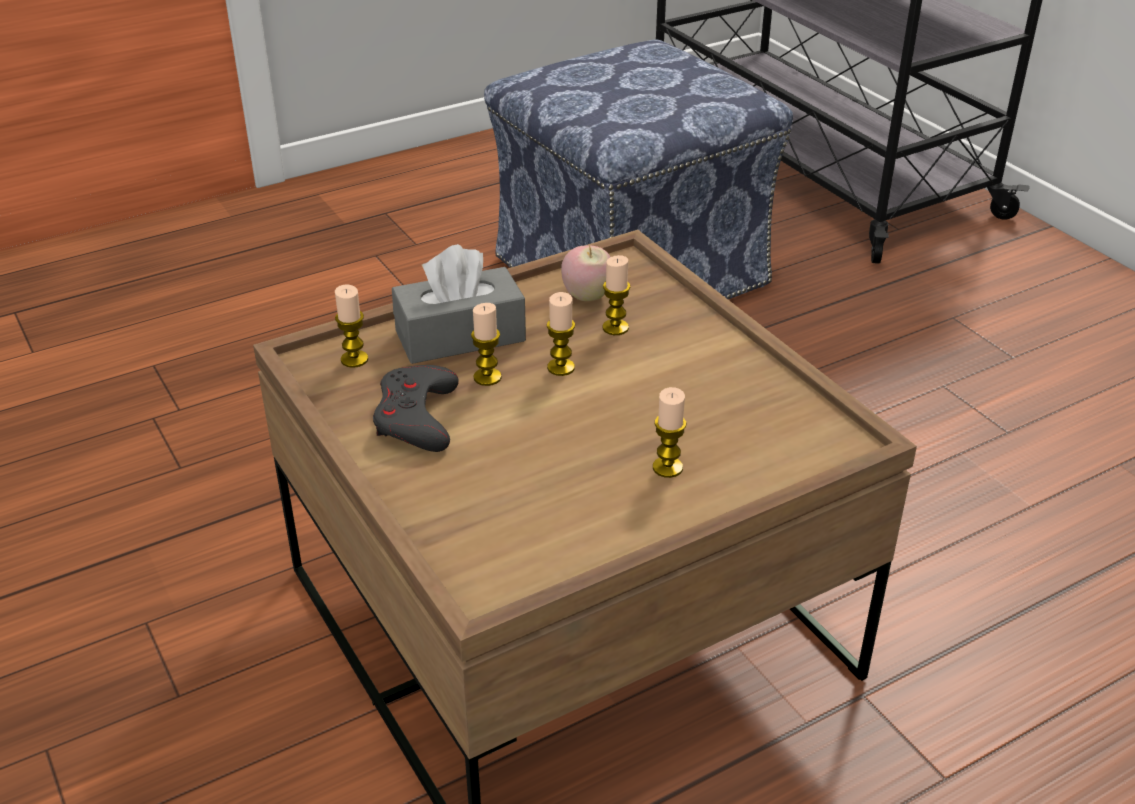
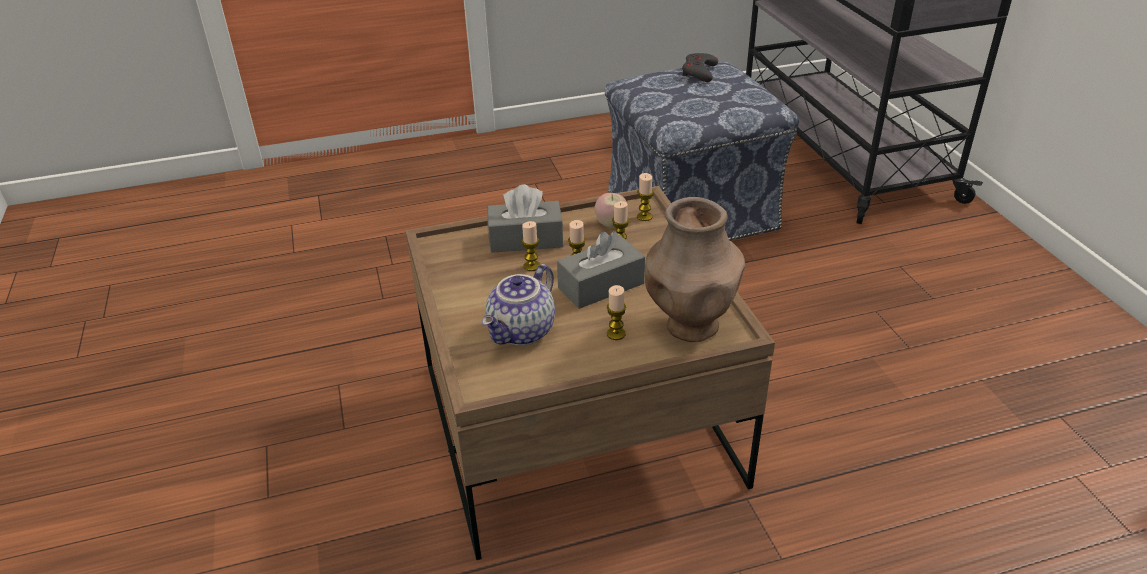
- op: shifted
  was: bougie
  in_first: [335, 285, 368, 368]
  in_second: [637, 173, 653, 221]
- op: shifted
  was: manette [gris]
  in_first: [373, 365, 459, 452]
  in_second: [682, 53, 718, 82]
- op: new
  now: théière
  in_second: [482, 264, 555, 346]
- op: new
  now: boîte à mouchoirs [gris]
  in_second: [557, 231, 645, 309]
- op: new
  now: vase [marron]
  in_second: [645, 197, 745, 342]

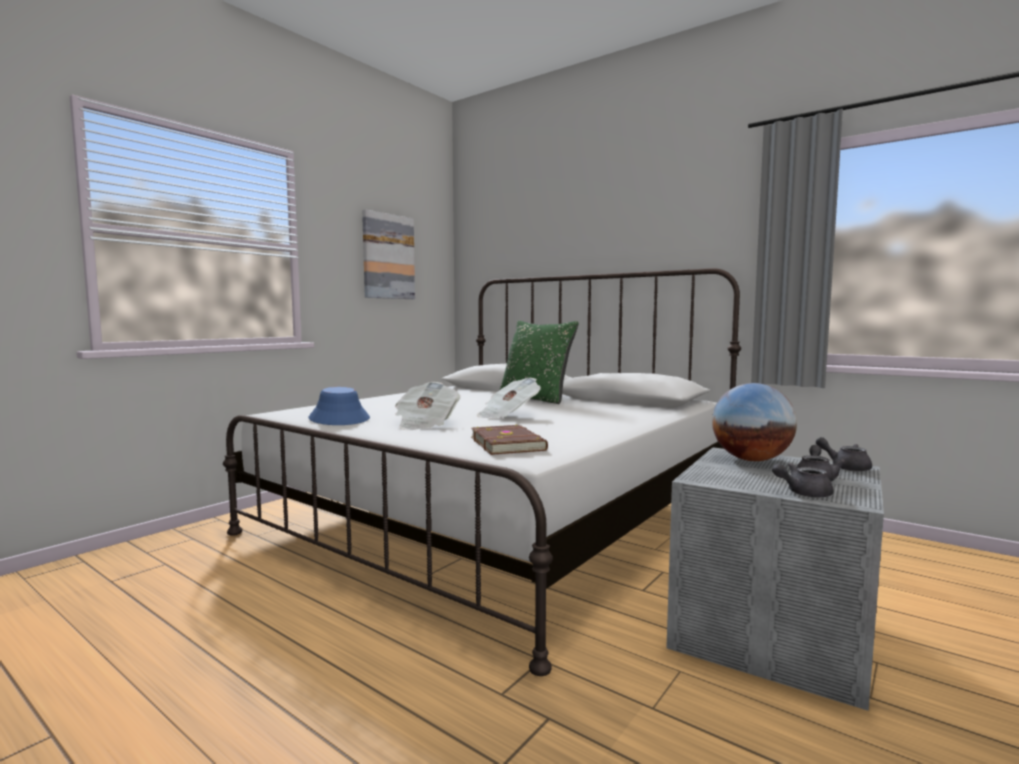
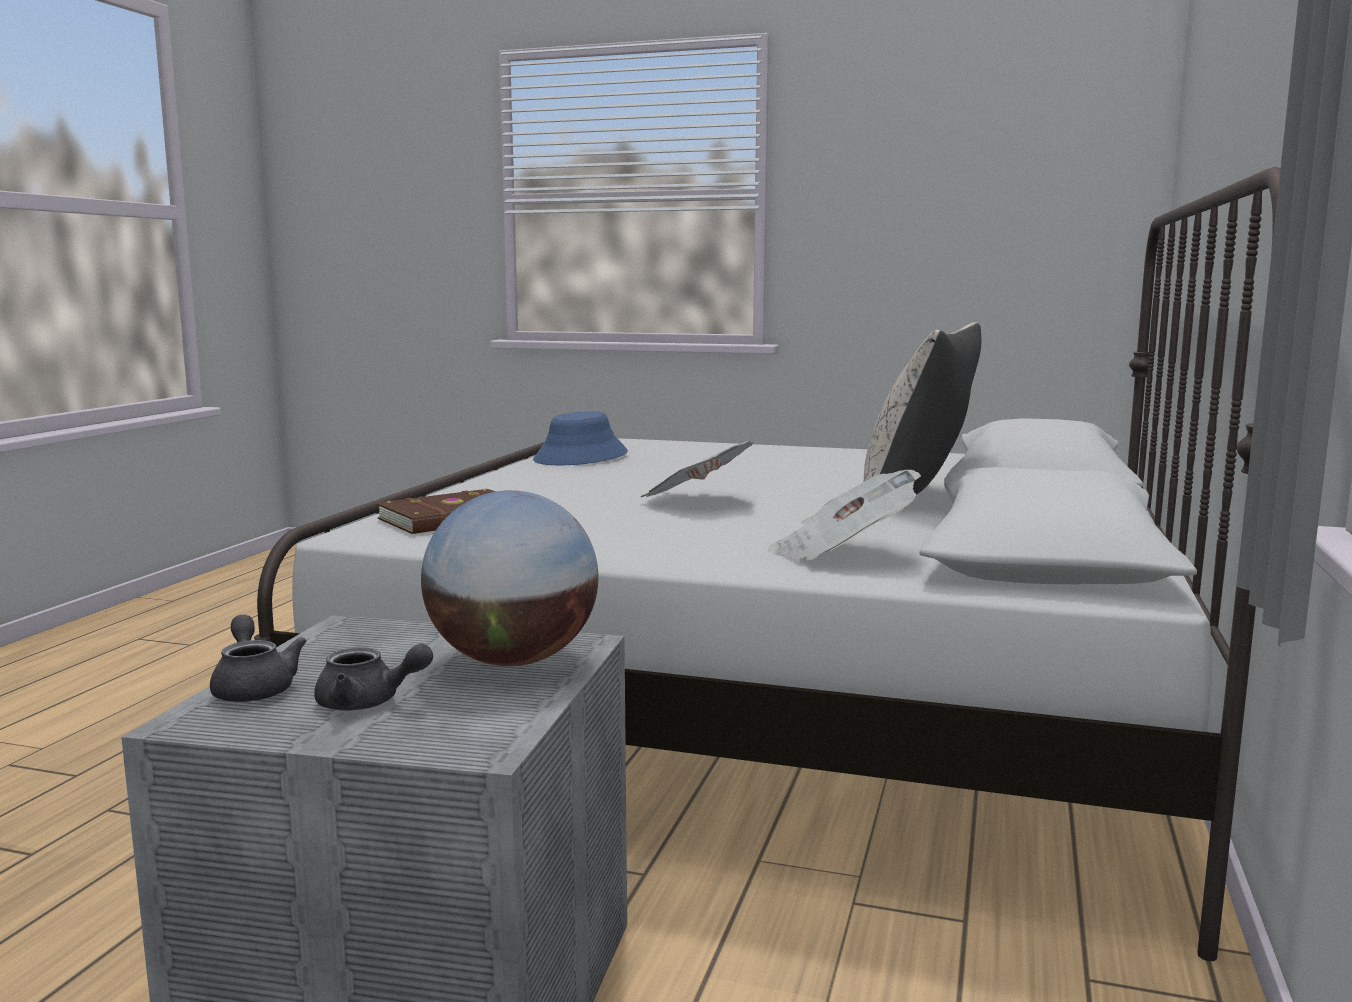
- op: gone
  was: tableau
  in_first: [362, 209, 415, 299]
- op: shifted
  was: journal
  in_first: [395, 382, 460, 430]
  in_second: [768, 470, 921, 561]
- op: repainted
  was: coussin [vert]
  now: coussin [beige]
  in_first: [499, 320, 579, 404]
  in_second: [864, 322, 981, 495]
- op: gone
  was: théière [gris]
  in_first: [816, 437, 872, 472]

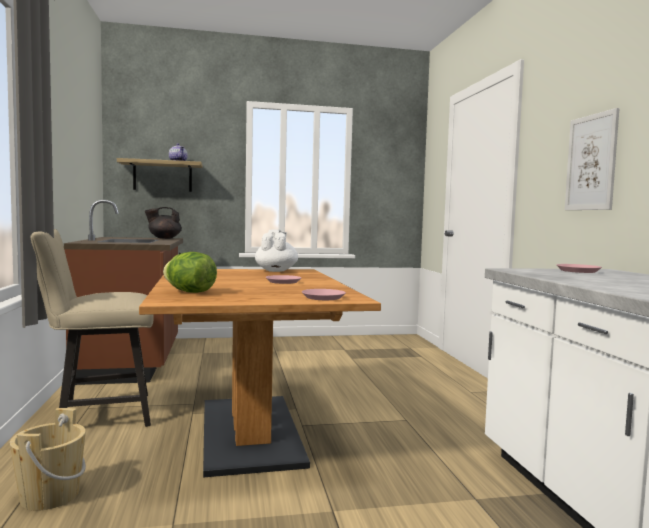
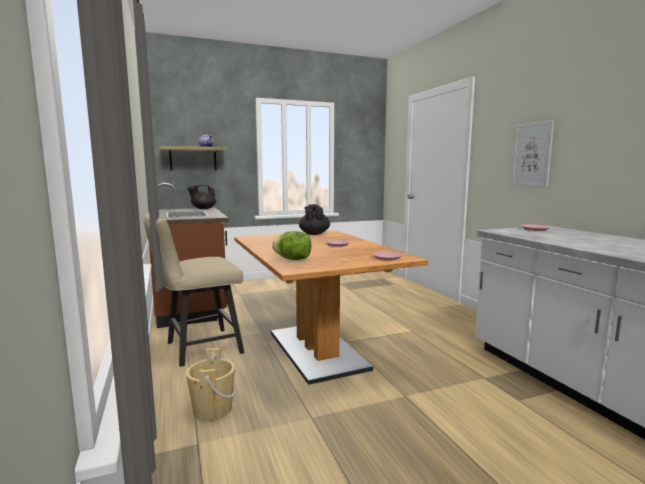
- op: repainted
  was: théière [blanc]
  now: théière [noir]
  in_first: [255, 229, 298, 272]
  in_second: [299, 204, 330, 235]

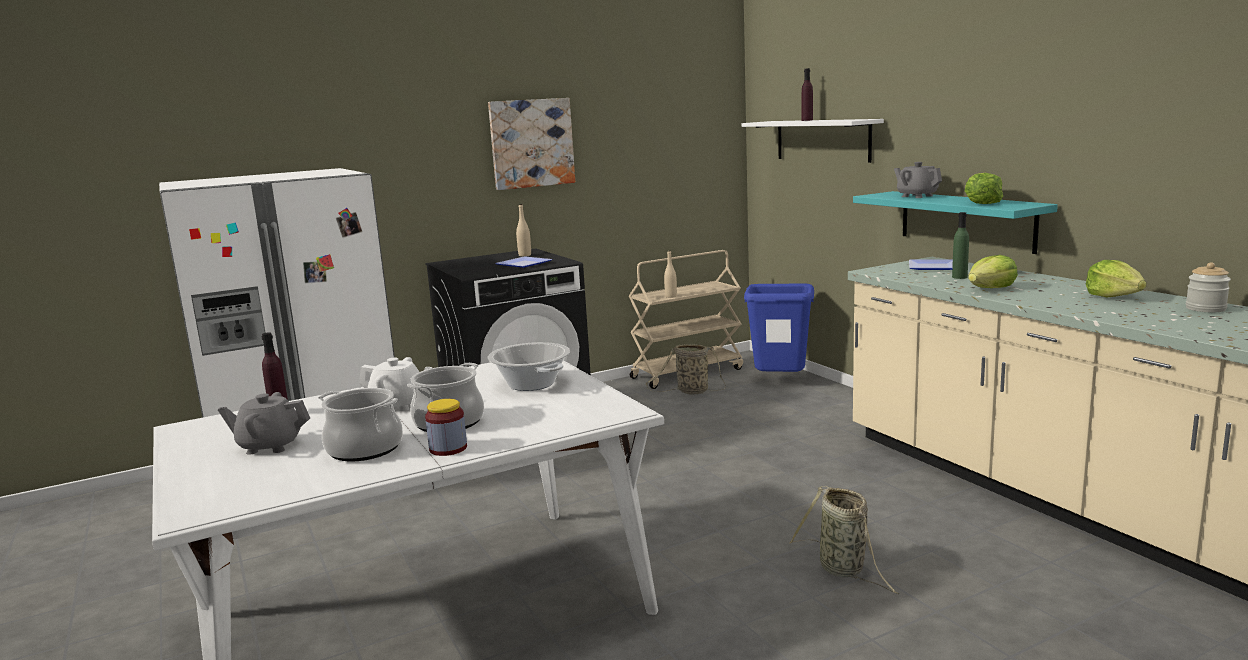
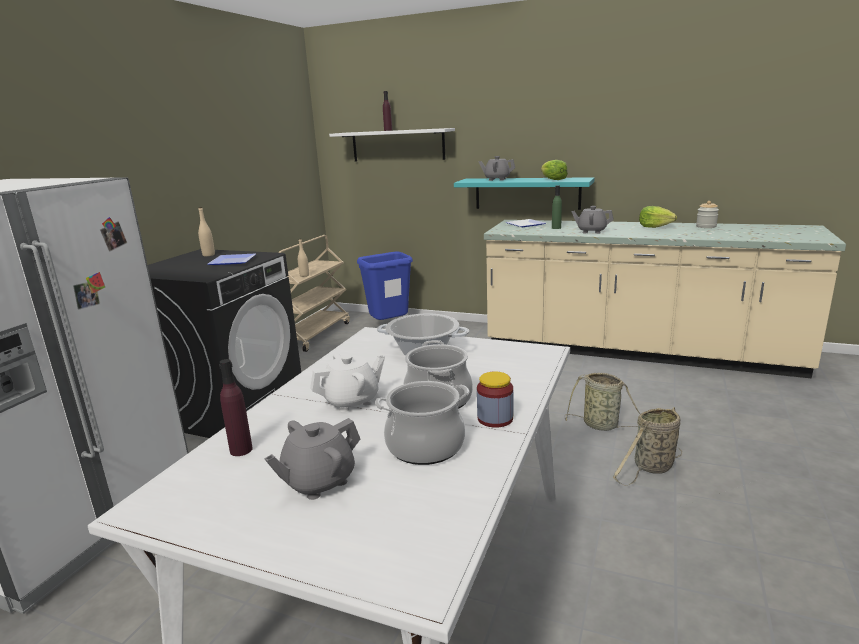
- op: gone
  was: tableau
  in_first: [488, 98, 575, 190]
- op: shifted
  was: panier
  in_first: [646, 344, 726, 395]
  in_second: [613, 407, 682, 486]
- op: swapped
  was: laitue
  now: théière [gris]
  in_first: [968, 255, 1018, 288]
  in_second: [571, 206, 614, 234]

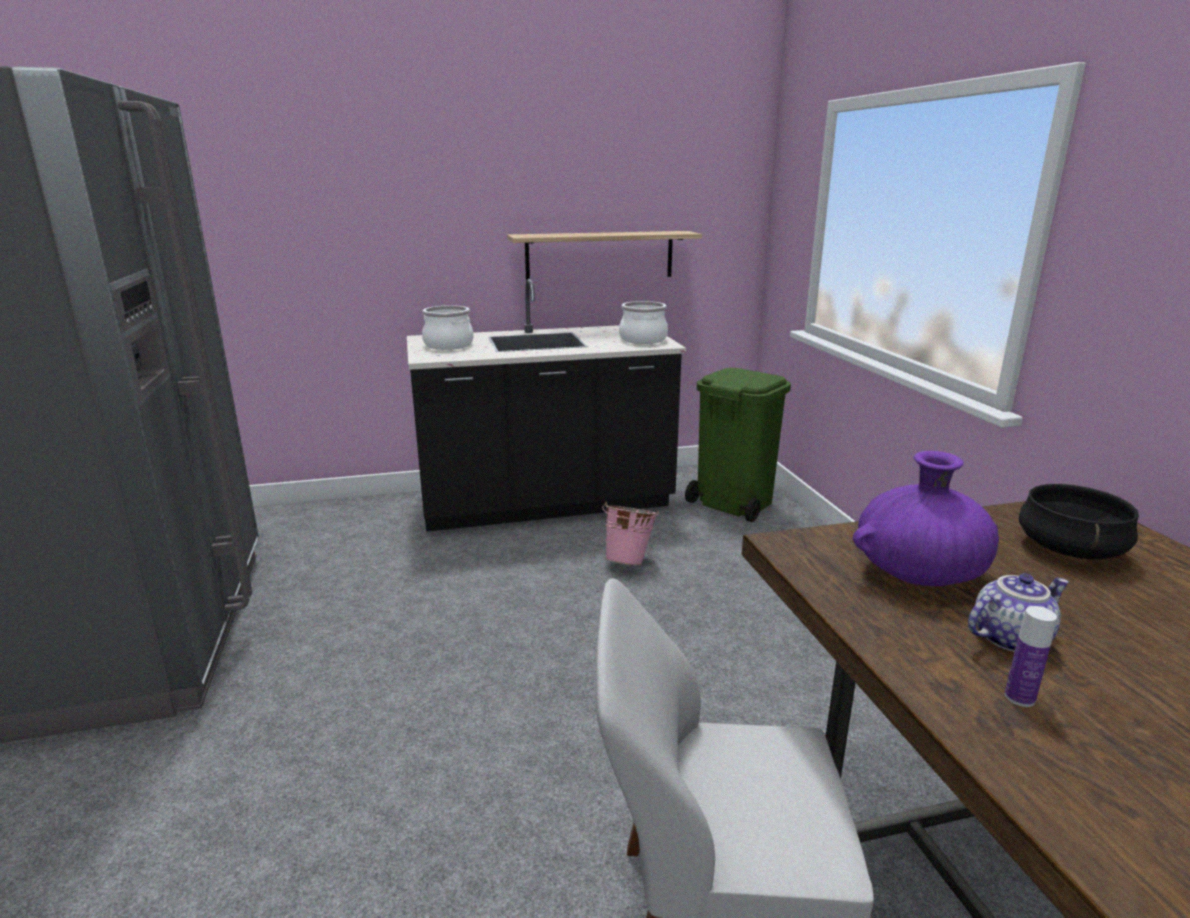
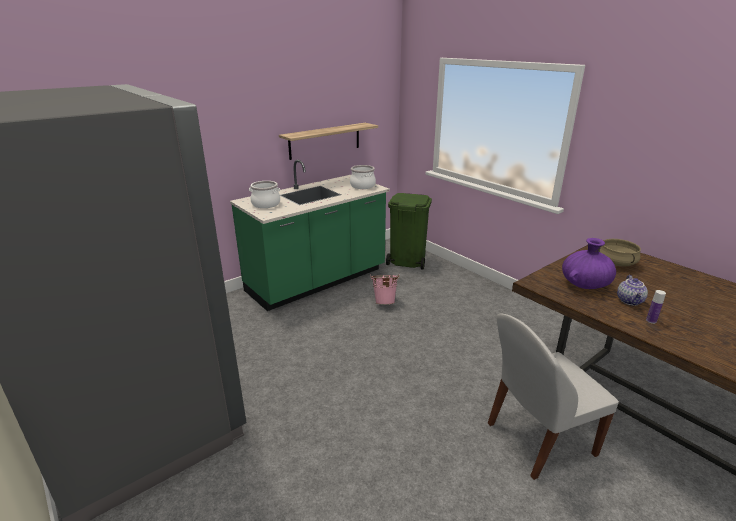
- op: repainted
  was: comptoir de cuisine [noir]
  now: comptoir de cuisine [vert]
  in_first: [407, 279, 686, 532]
  in_second: [230, 160, 390, 311]
- op: rotated
  was: théière
  in_first: [968, 573, 1069, 652]
  in_second: [617, 275, 648, 306]
  clockwise: 150
- op: repainted
  was: marmite [noir]
  now: marmite [beige]
  in_first: [1019, 484, 1139, 559]
  in_second: [599, 239, 641, 267]

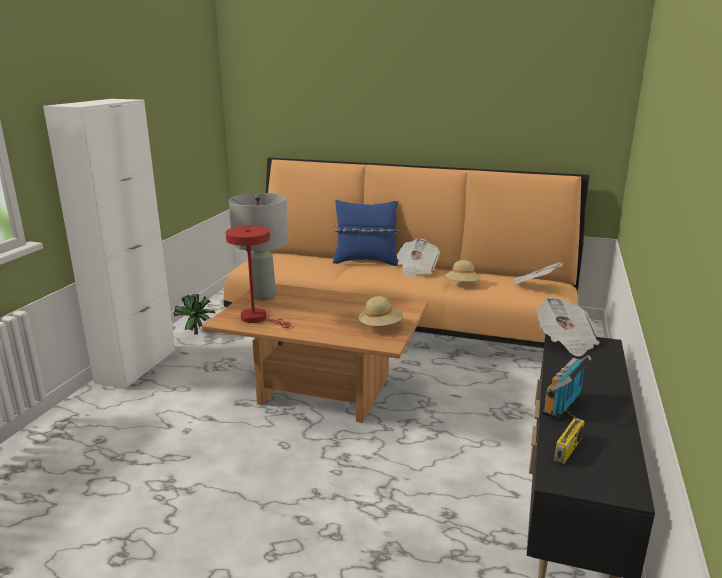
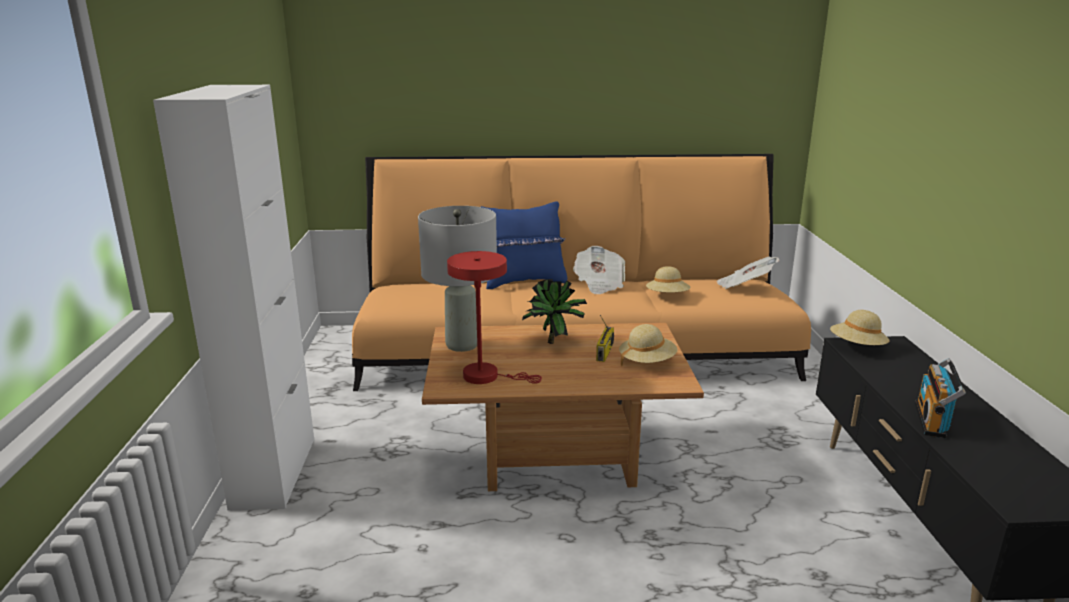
- op: shifted
  was: plante en pot
  in_first: [174, 294, 215, 335]
  in_second: [522, 279, 587, 344]
- op: swapped
  was: journal
  now: chapeau [beige]
  in_first: [537, 297, 600, 357]
  in_second: [830, 310, 890, 345]
- op: shifted
  was: radio
  in_first: [554, 409, 584, 464]
  in_second: [596, 315, 614, 362]

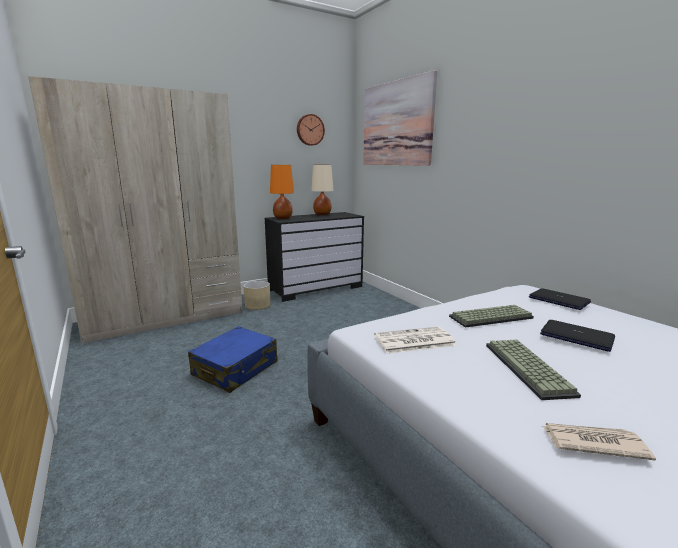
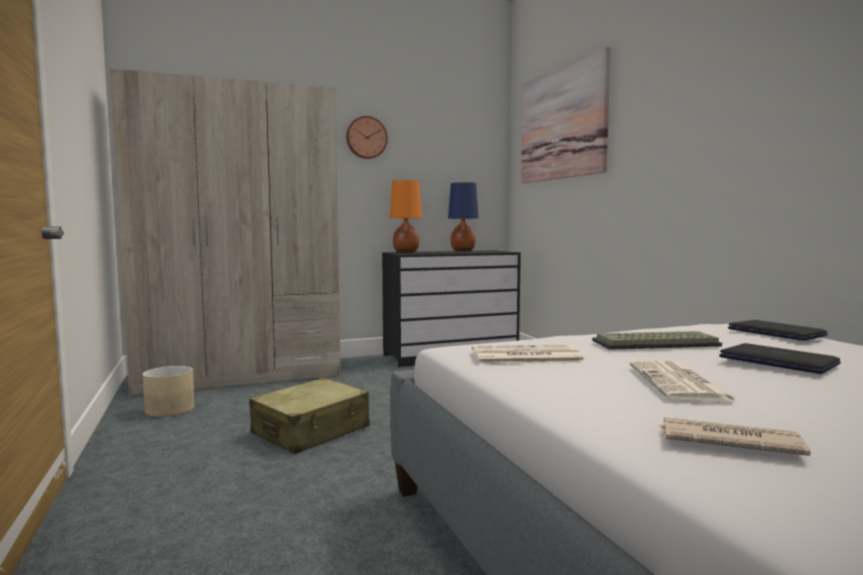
- op: repainted
  was: valise [bleu]
  now: valise [beige]
  in_first: [188, 326, 278, 393]
  in_second: [249, 378, 370, 454]
- op: shifted
  was: cache-pot [beige]
  in_first: [243, 281, 271, 310]
  in_second: [142, 366, 194, 417]
- op: shifted
  was: horloge murale
  in_first: [297, 114, 325, 146]
  in_second: [346, 116, 388, 159]
- op: repainted
  was: lampe de table [beige]
  now: lampe de table [bleu]
  in_first: [311, 165, 334, 215]
  in_second: [448, 182, 479, 251]
- op: swapped
  was: clavier
  now: journal
  in_first: [486, 340, 581, 400]
  in_second: [630, 360, 739, 403]

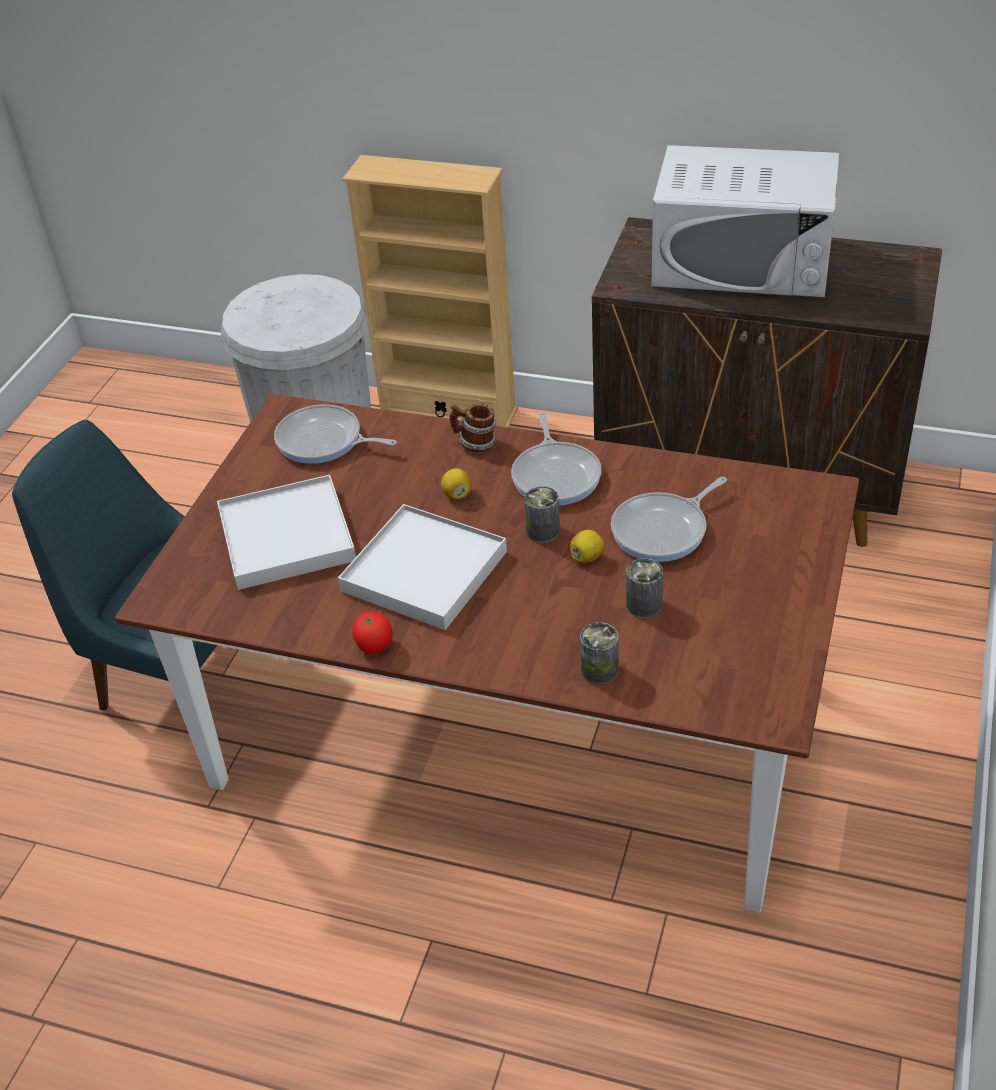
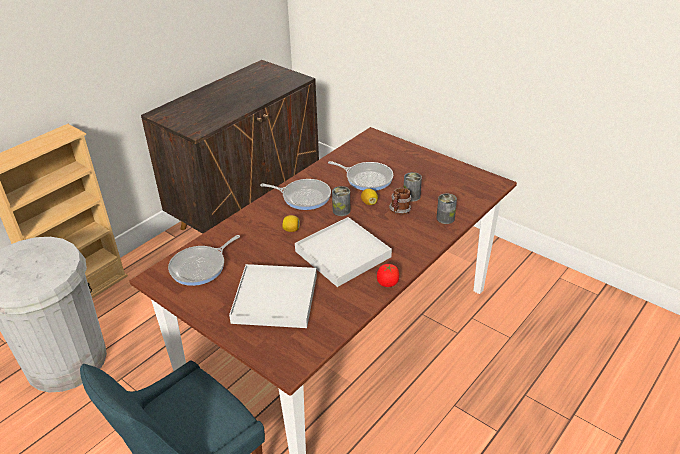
- op: shifted
  was: mug
  in_first: [449, 403, 496, 453]
  in_second: [389, 187, 411, 215]
- op: rotated
  was: poêle
  in_first: [611, 477, 727, 562]
  in_second: [328, 161, 393, 191]
  clockwise: -45
- op: gone
  was: micro-ondes [blanc]
  in_first: [652, 145, 839, 298]

